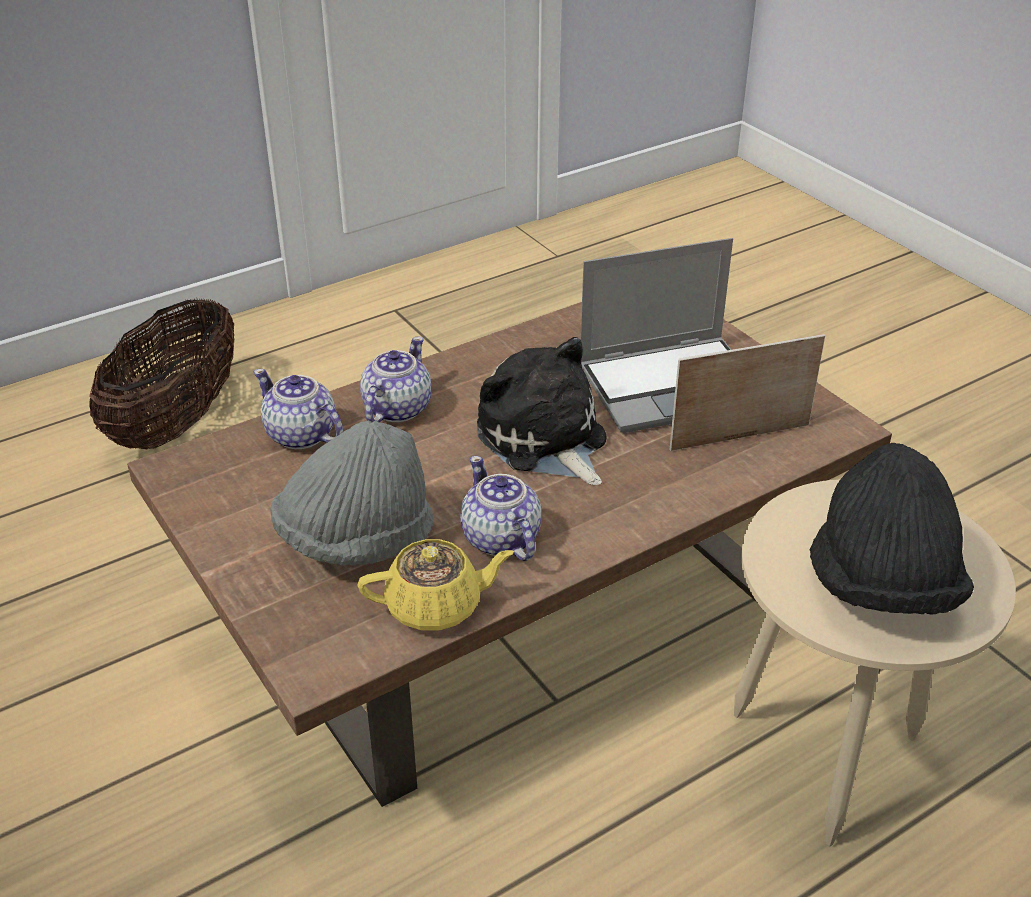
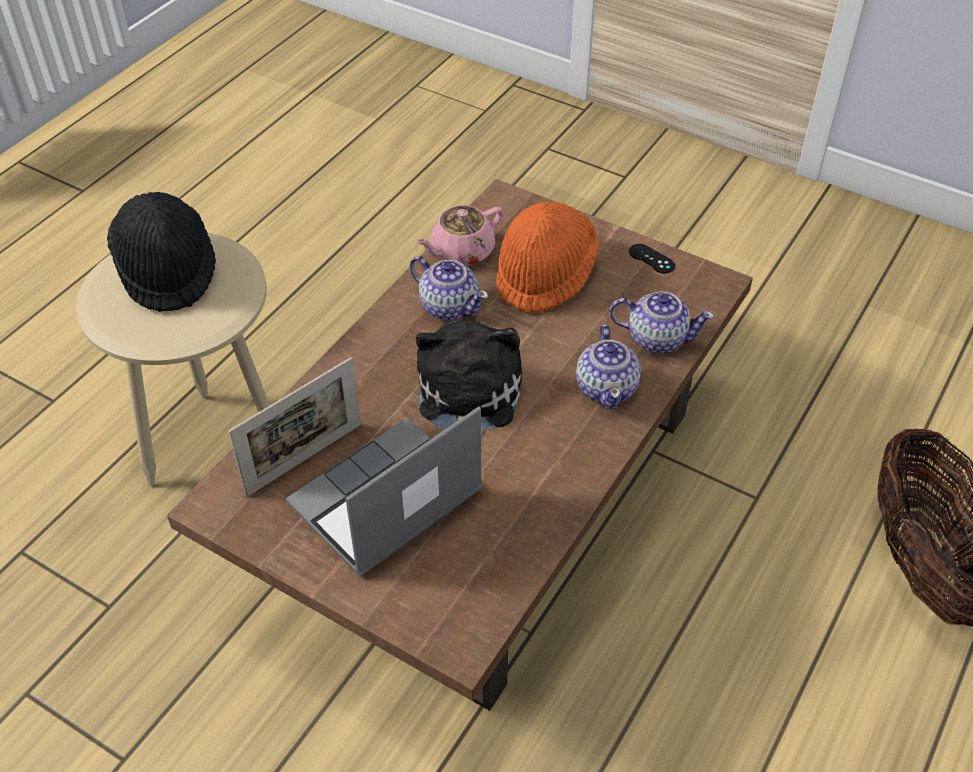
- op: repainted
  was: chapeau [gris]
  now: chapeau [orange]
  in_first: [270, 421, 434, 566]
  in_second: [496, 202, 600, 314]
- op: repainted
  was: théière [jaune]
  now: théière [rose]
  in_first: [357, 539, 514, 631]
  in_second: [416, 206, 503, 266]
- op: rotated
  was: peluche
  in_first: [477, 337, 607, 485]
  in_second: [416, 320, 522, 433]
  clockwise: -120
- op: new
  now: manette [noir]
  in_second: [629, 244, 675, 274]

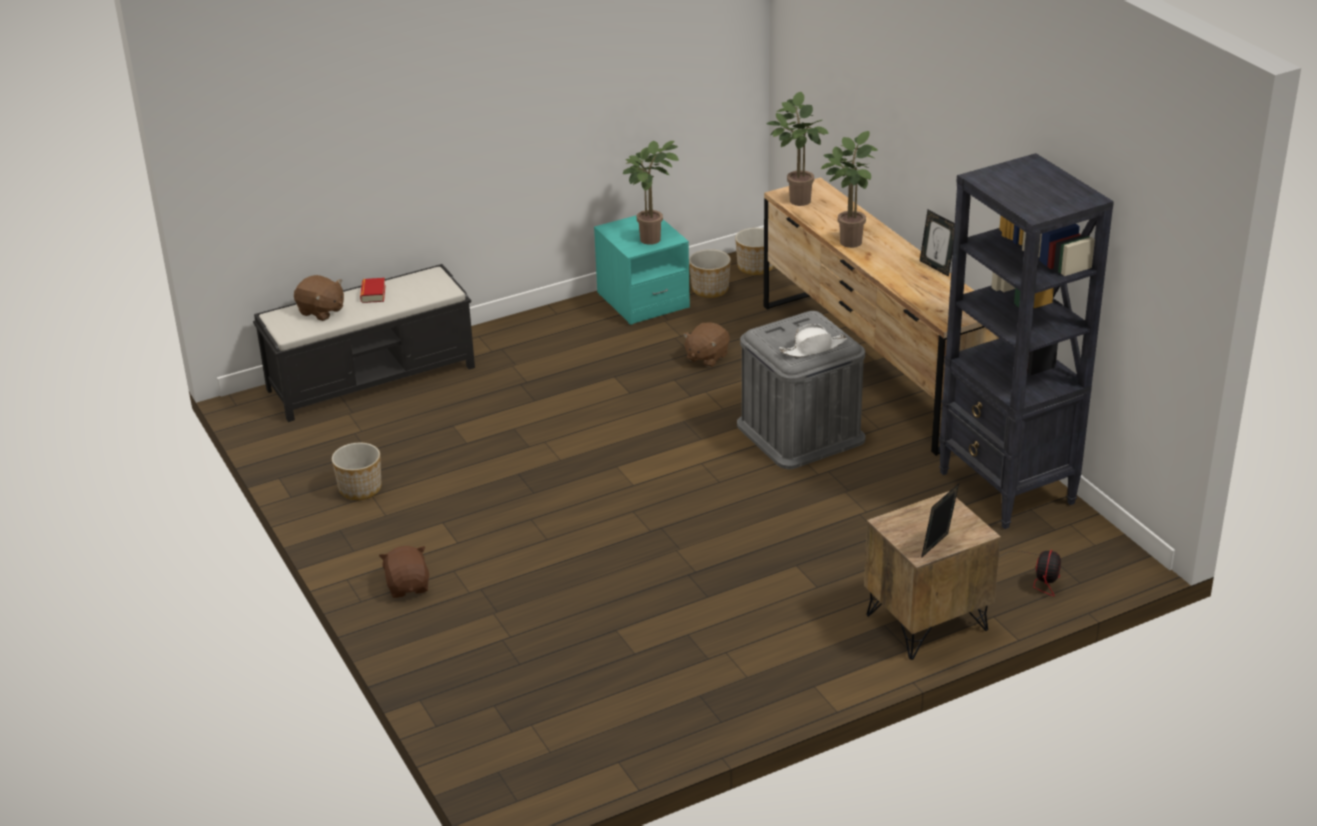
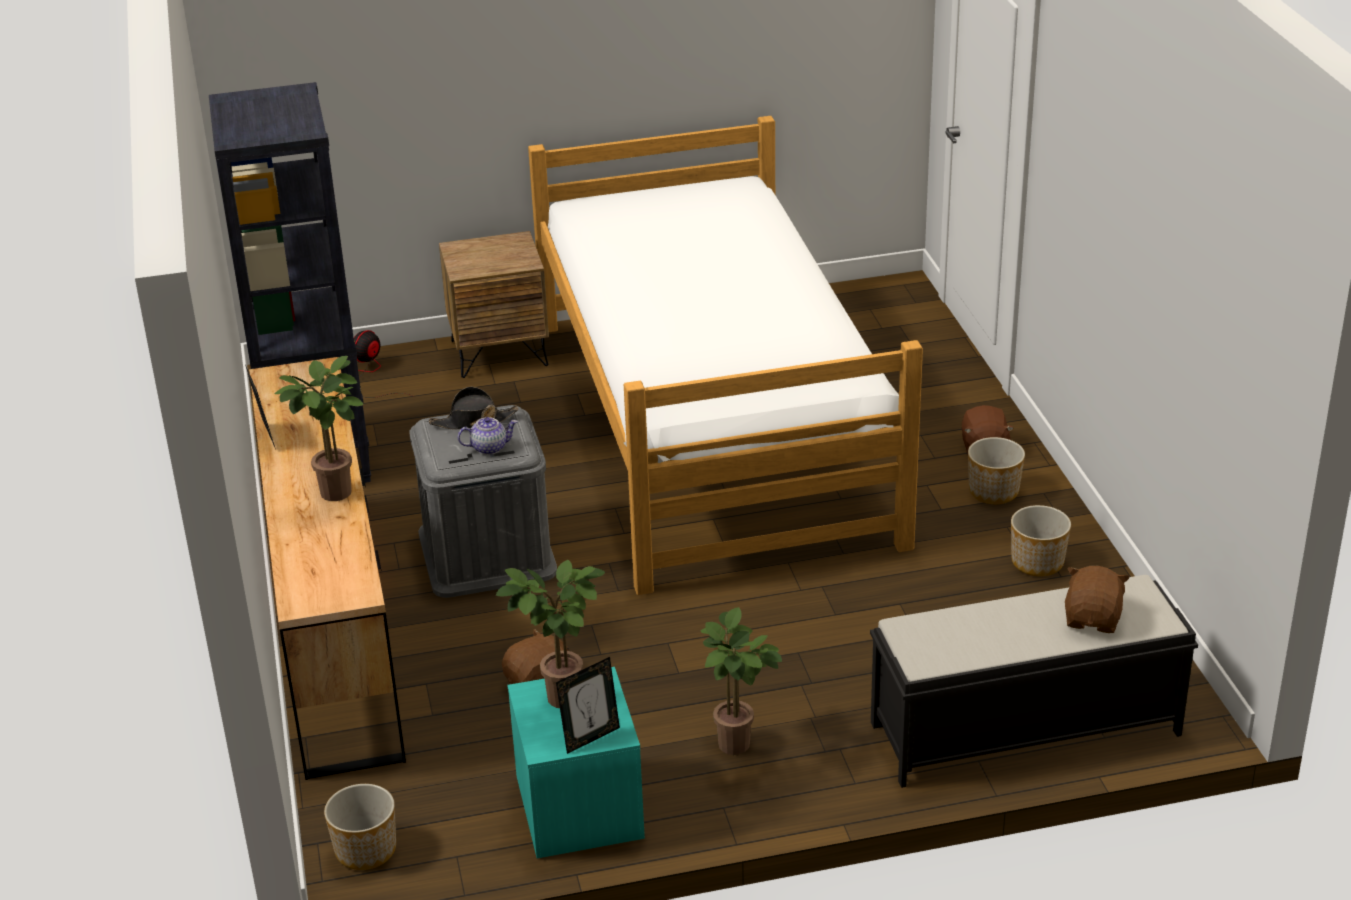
- op: rotated
  was: peluche [marron]
  in_first: [294, 275, 344, 321]
  in_second: [1065, 566, 1130, 633]
  clockwise: 60
- op: gone
  was: livre
  in_first: [360, 278, 386, 303]
- op: shifted
  was: cache-pot
  in_first: [689, 249, 731, 298]
  in_second: [968, 437, 1025, 504]
- op: shifted
  was: plante en pot
  in_first: [766, 92, 829, 206]
  in_second: [701, 607, 782, 755]
- op: repainted
  was: chapeau [blanc]
  now: chapeau [noir]
  in_first: [780, 324, 847, 357]
  in_second: [429, 387, 518, 430]
- op: shifted
  was: cadre photo
  in_first: [921, 484, 959, 558]
  in_second: [556, 657, 620, 754]
- op: new
  now: théière
  in_second: [458, 417, 518, 455]
- op: new
  now: lit
  in_second: [528, 116, 923, 595]

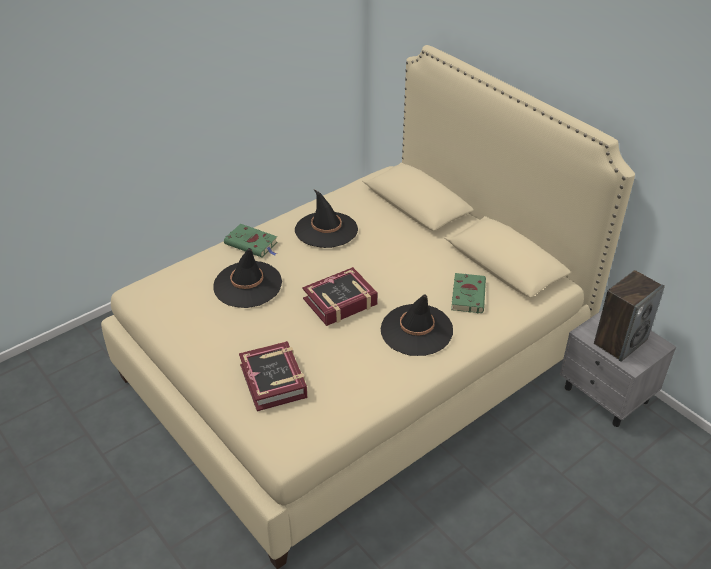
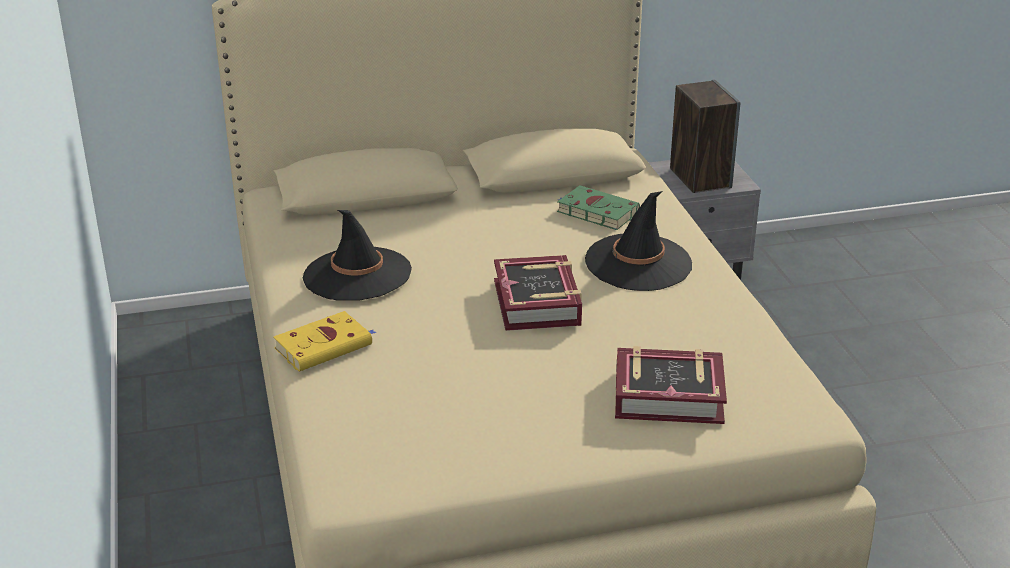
- op: gone
  was: chapeau [noir]
  in_first: [213, 248, 282, 308]
- op: repainted
  was: livre [vert]
  now: livre [jaune]
  in_first: [224, 223, 277, 257]
  in_second: [273, 311, 376, 372]

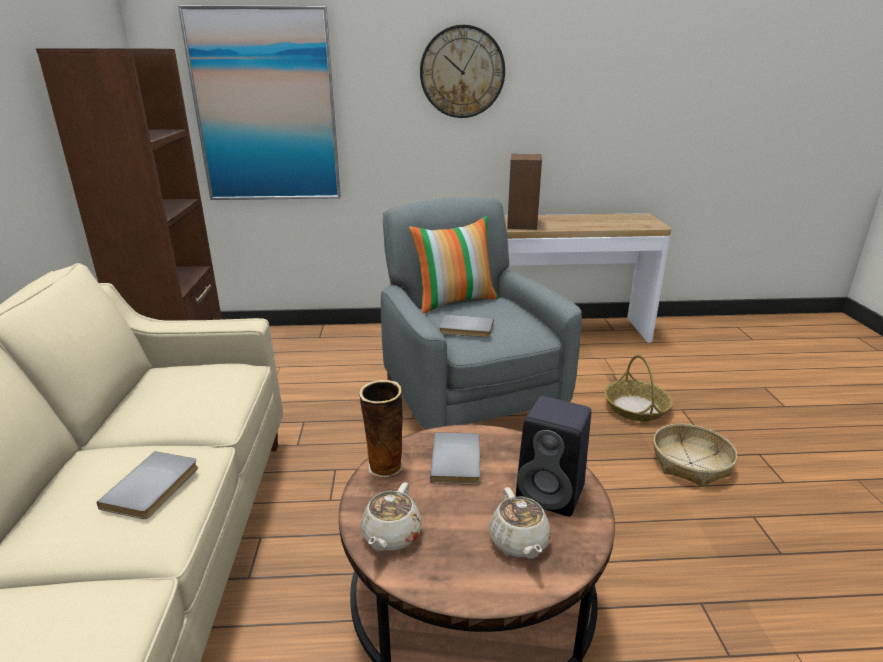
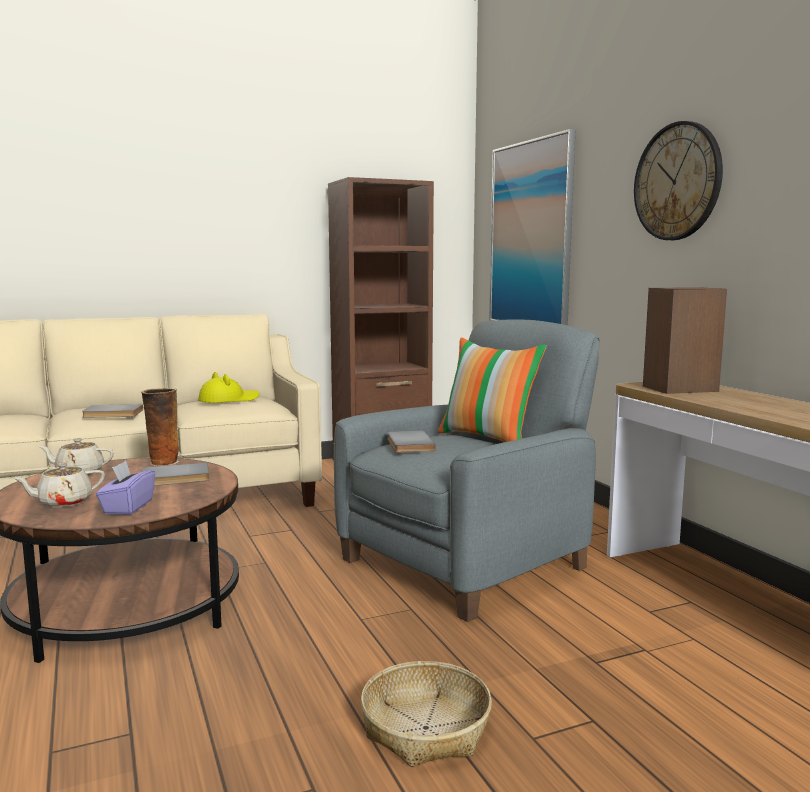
- op: swapped
  was: enceinte [noir]
  now: boîte à mouchoirs [violet]
  in_first: [516, 396, 591, 516]
  in_second: [96, 460, 155, 515]
- op: gone
  was: panier
  in_first: [604, 355, 673, 421]
- op: new
  now: chapeau [jaune]
  in_second: [198, 372, 260, 403]

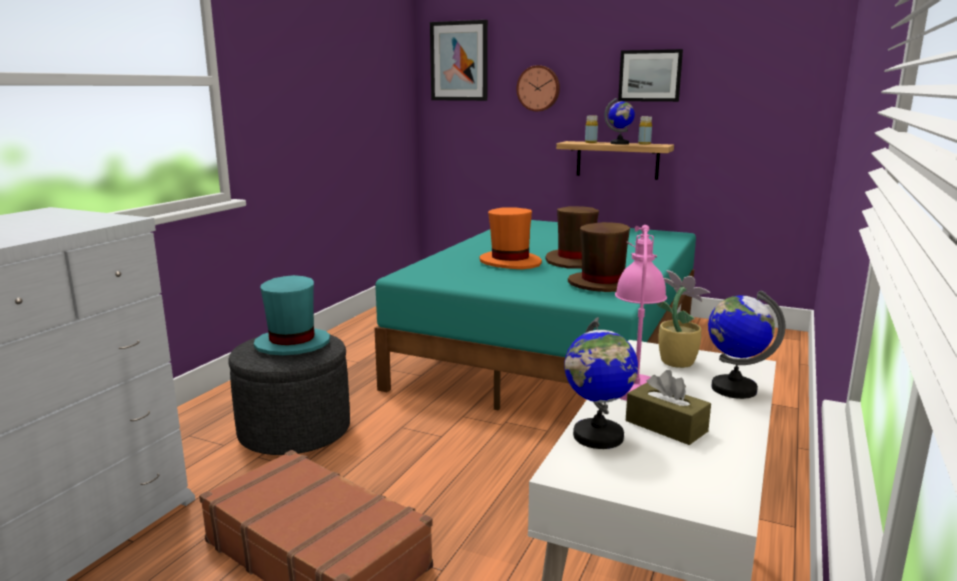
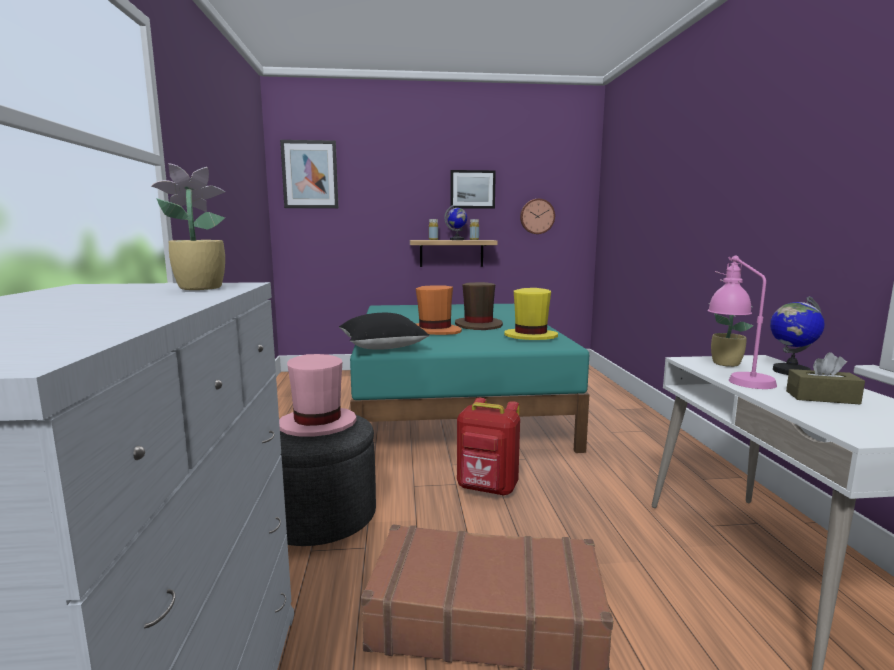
- op: repainted
  was: chapeau [turquoise]
  now: chapeau [rose]
  in_first: [254, 275, 330, 355]
  in_second: [279, 354, 356, 437]
- op: shifted
  was: horloge murale
  in_first: [516, 65, 560, 111]
  in_second: [520, 199, 555, 234]
- op: gone
  was: globe
  in_first: [565, 317, 638, 449]
- op: repainted
  was: chapeau [marron]
  now: chapeau [jaune]
  in_first: [568, 222, 630, 292]
  in_second: [504, 288, 558, 340]
- op: new
  now: plante en pot
  in_second: [151, 163, 225, 290]
- op: new
  now: coussin [noir]
  in_second: [339, 313, 430, 350]
- op: new
  now: sac à dos [rouge]
  in_second: [457, 398, 520, 496]

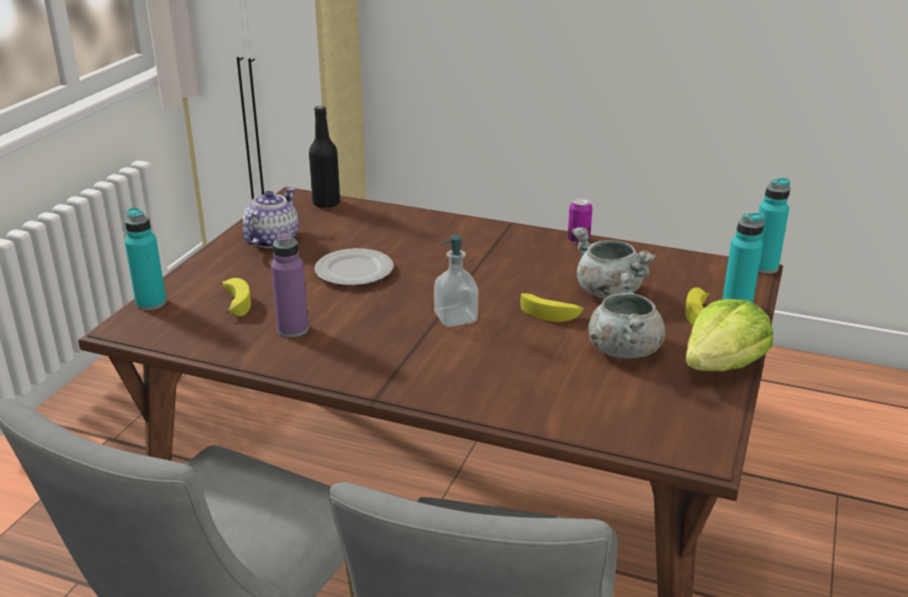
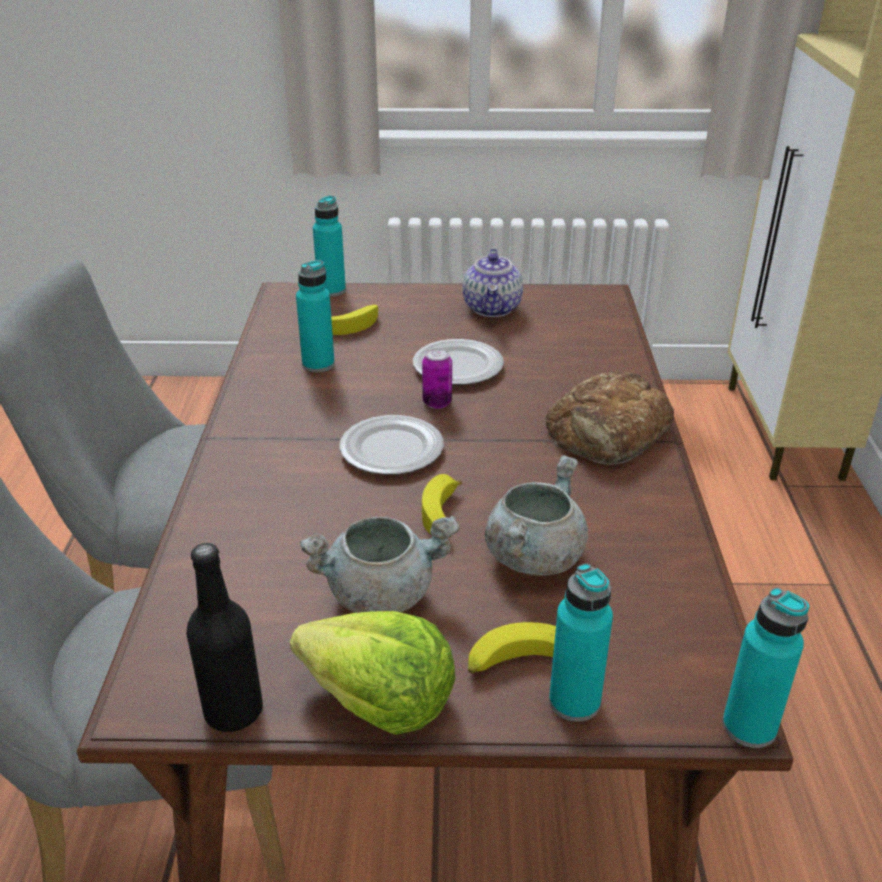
- op: rotated
  was: théière
  in_first: [243, 188, 298, 248]
  in_second: [463, 248, 523, 317]
  clockwise: 90
- op: repainted
  was: bouteille [violet]
  now: bouteille [turquoise]
  in_first: [271, 230, 309, 338]
  in_second: [296, 260, 335, 372]
- op: shifted
  was: bouteille [noir]
  in_first: [309, 106, 340, 208]
  in_second: [186, 543, 263, 732]
- op: swapped
  was: distributeur de savon
  now: assiette
  in_first: [434, 235, 478, 327]
  in_second: [339, 415, 444, 475]
- op: shifted
  was: boîte métallique
  in_first: [568, 198, 592, 244]
  in_second: [422, 348, 452, 409]
- op: new
  now: pain
  in_second: [546, 371, 674, 465]

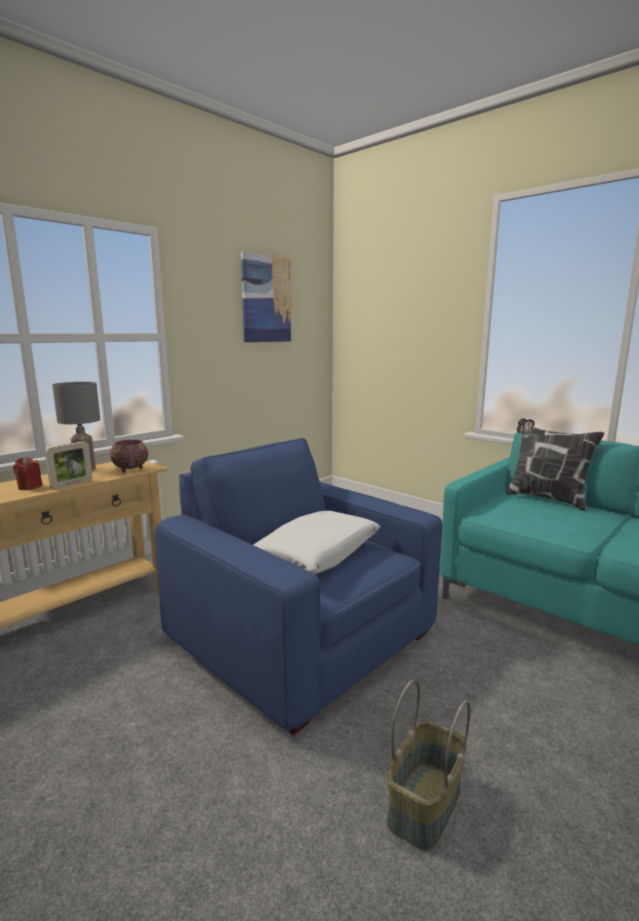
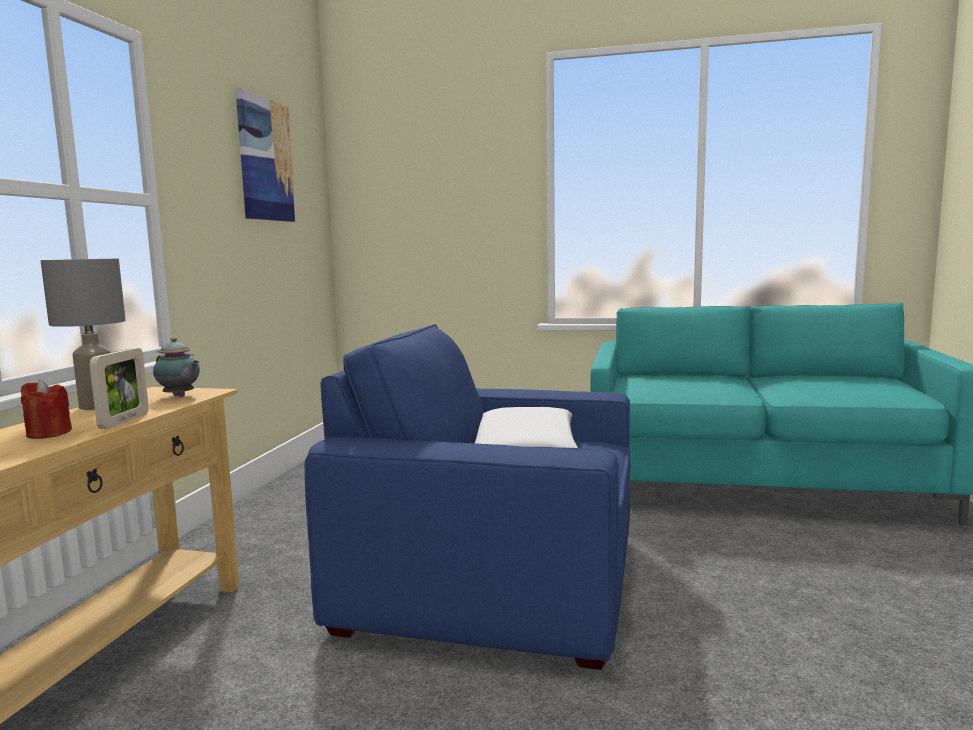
- op: swapped
  was: bol
  now: théière
  in_first: [110, 439, 148, 472]
  in_second: [153, 337, 200, 397]
- op: gone
  was: panier
  in_first: [387, 679, 470, 851]
- op: gone
  was: coussin
  in_first: [506, 418, 604, 511]

